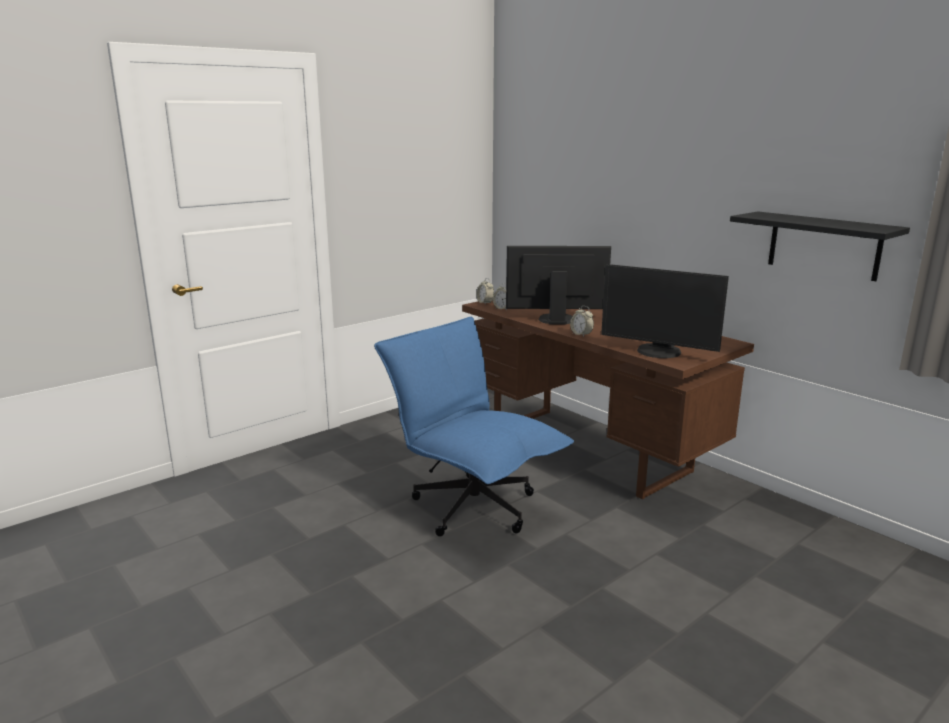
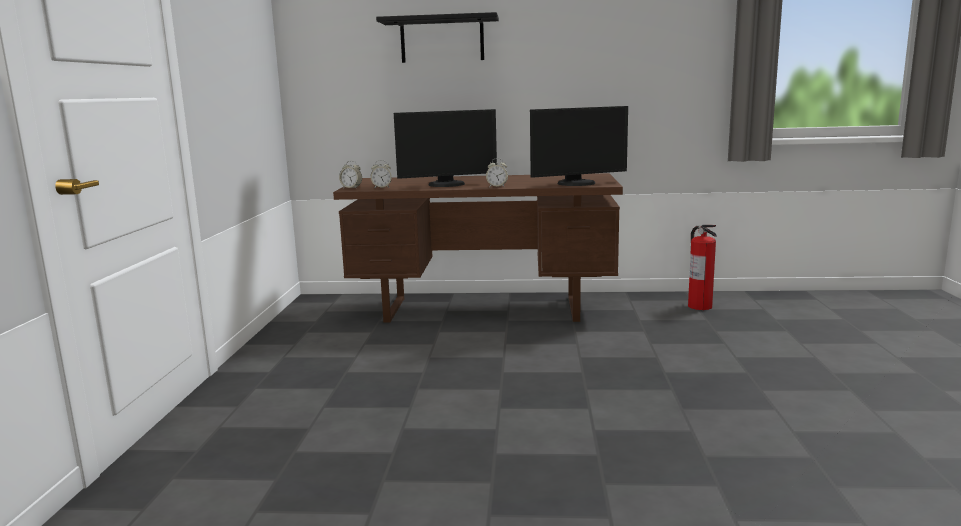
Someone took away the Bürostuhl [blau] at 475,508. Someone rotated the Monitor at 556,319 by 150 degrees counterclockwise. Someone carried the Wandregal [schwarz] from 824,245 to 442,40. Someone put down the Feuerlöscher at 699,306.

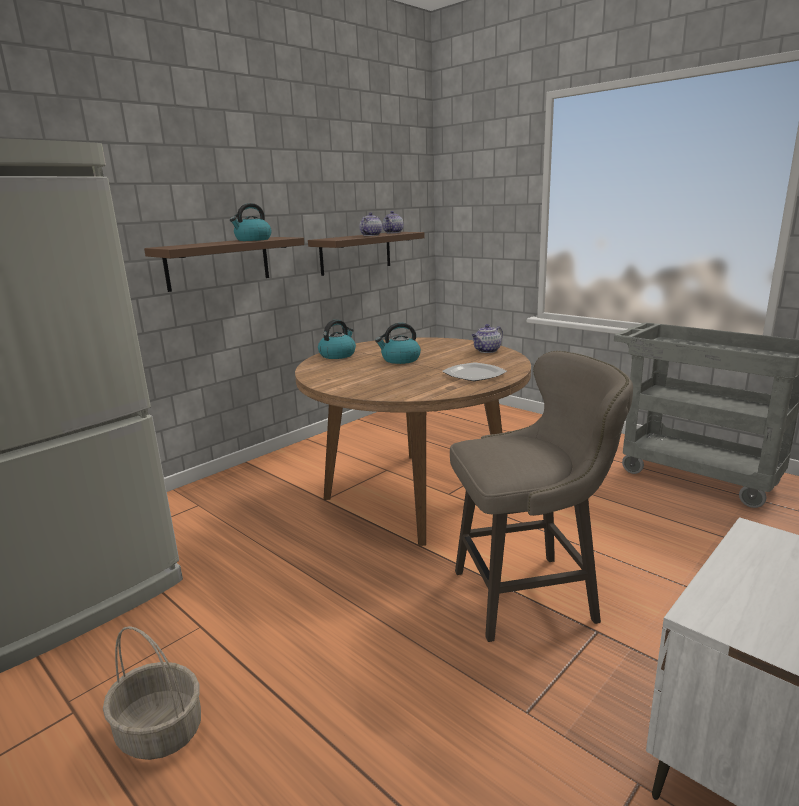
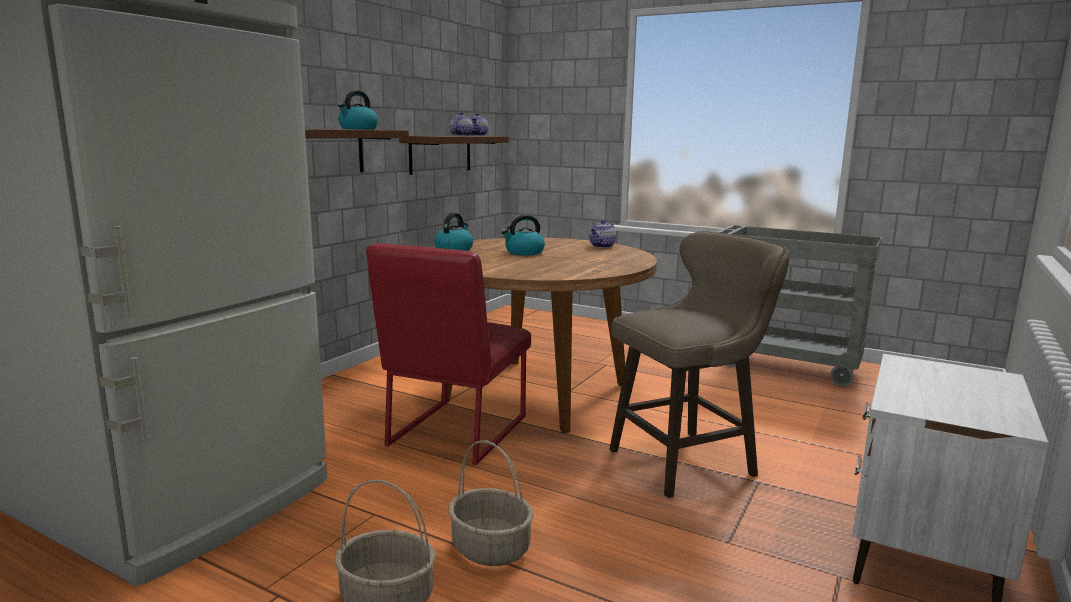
Someone took away the Teller at 474,374. Someone put down the Stuhl [rot] at 455,432. Someone put down the Korb at 489,548.

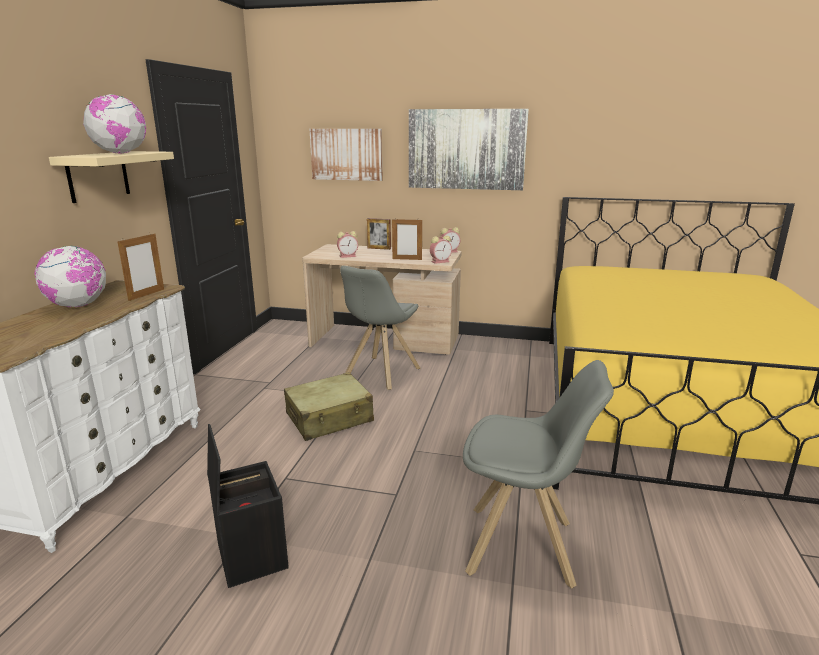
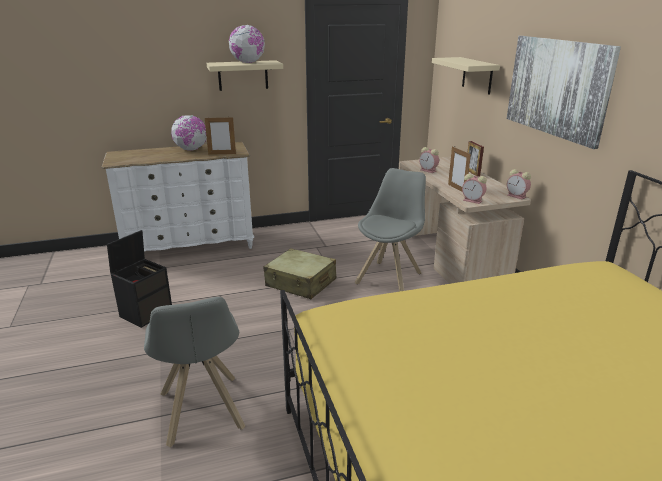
Someone swapped the Bild at 346,154 for the Wandregal [beige] at 477,75. Someone rotated the Stuhl [grau] at 381,373 by 120 degrees clockwise.

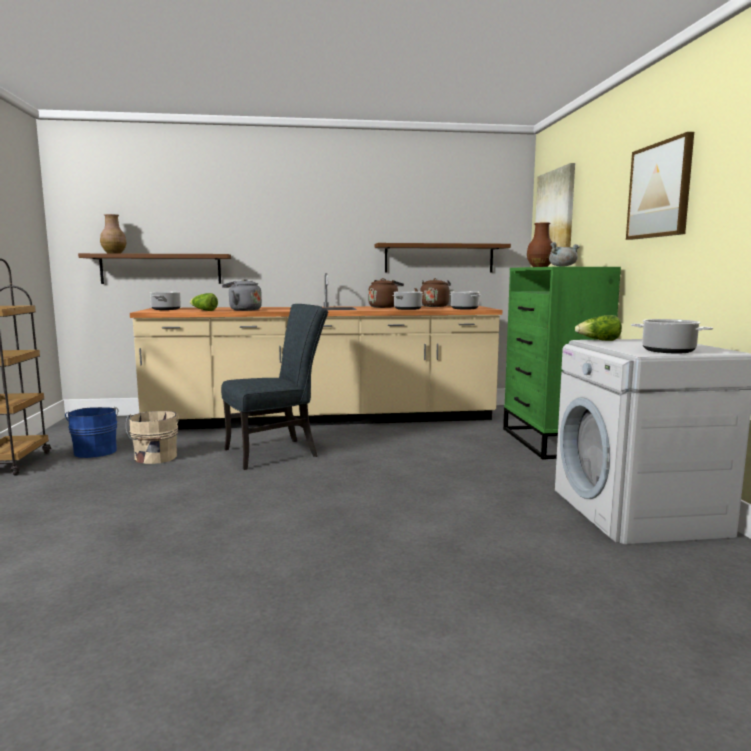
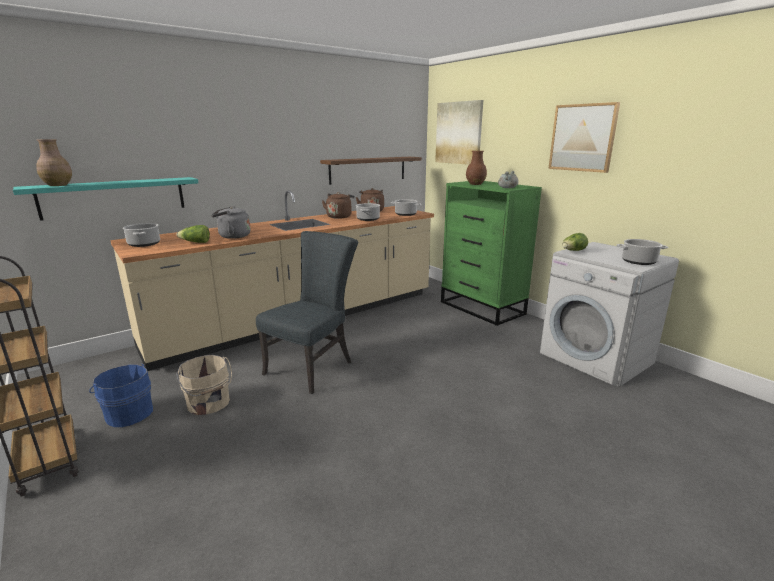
Someone repainted the Wandregal [braun] at 161,269, which became the Wandregal [türkis] at 114,197.

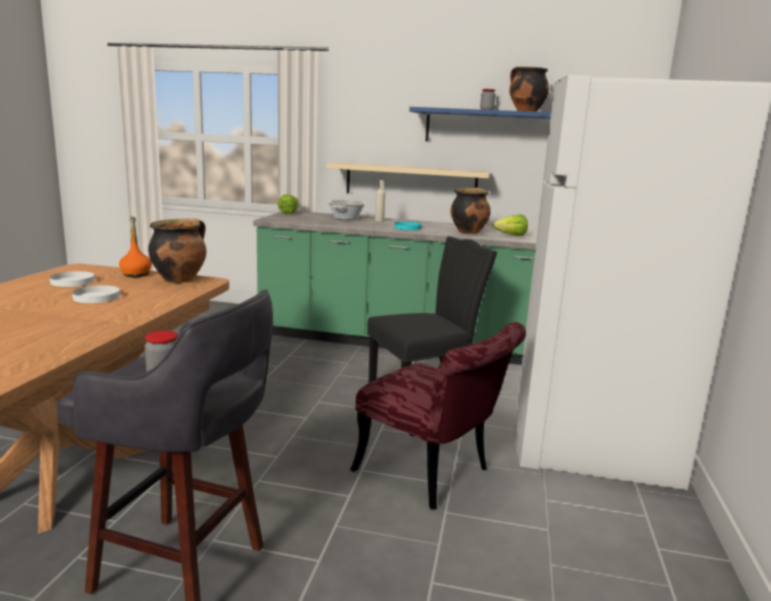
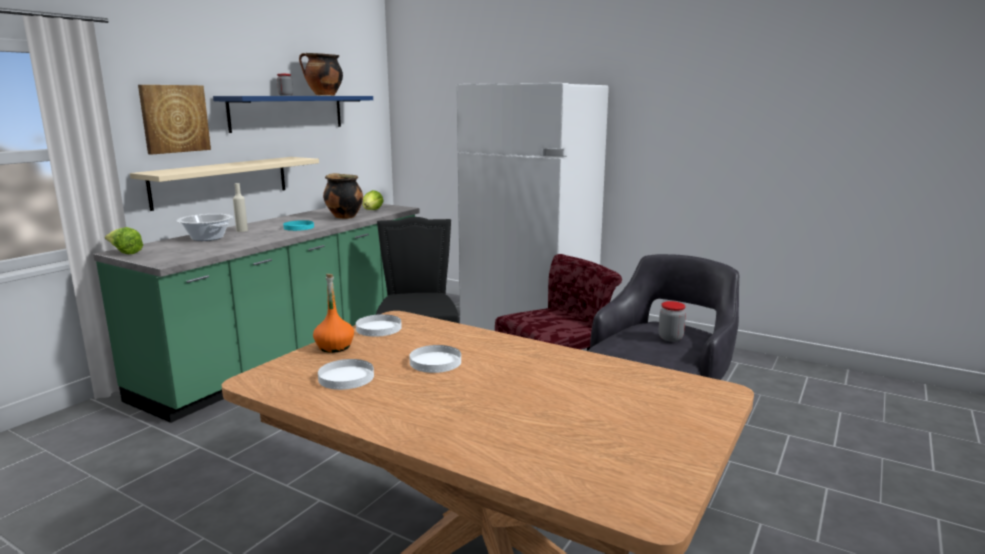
Someone swapped the Kochtopf at 179,279 for the Teller [weiß] at 378,328. Someone put up the Bild at 174,118.

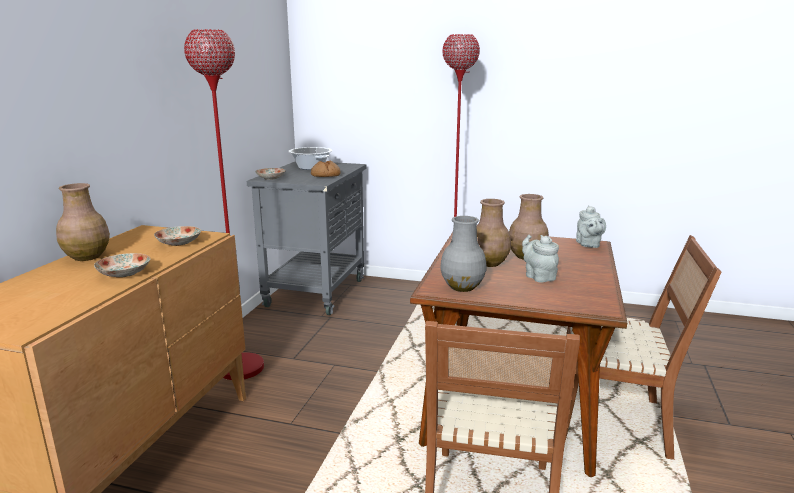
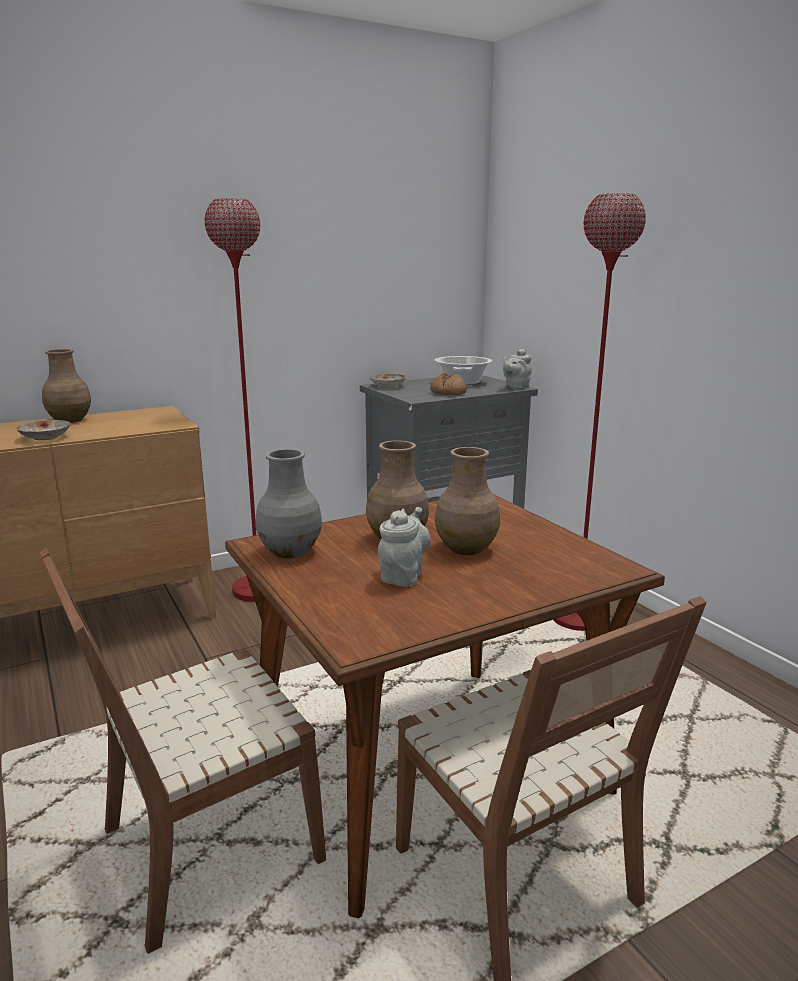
Someone took away the Teller at 178,243. Someone carried the Teekanne [grau] from 588,245 to 516,387.

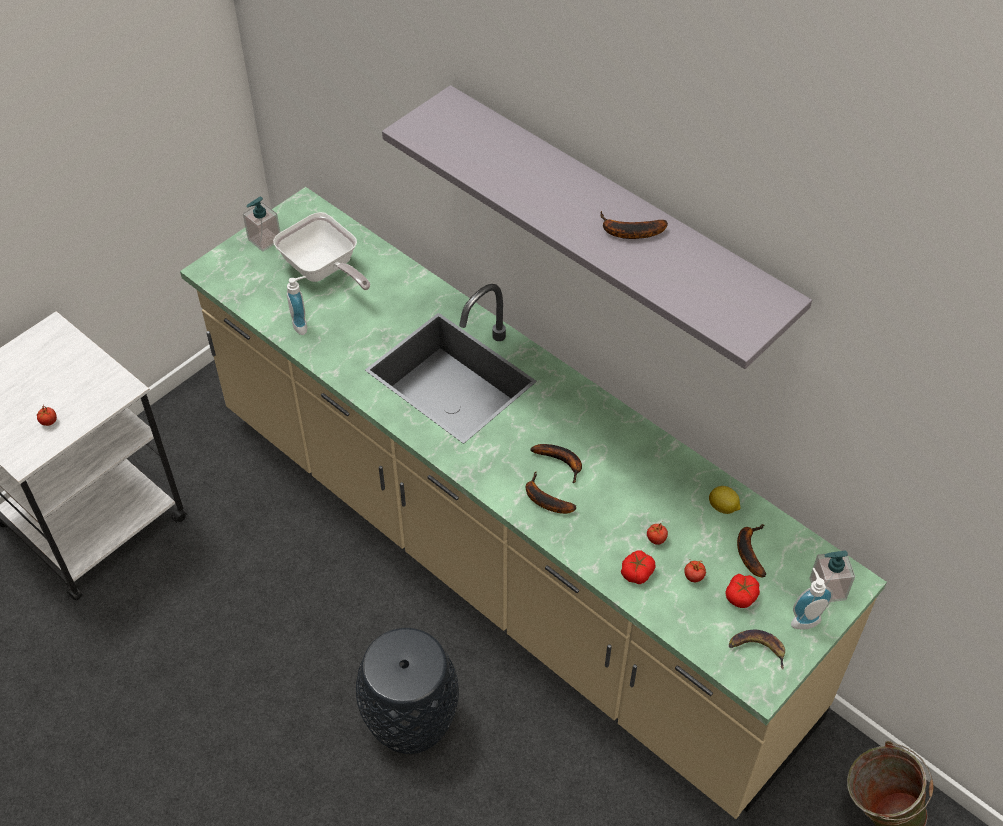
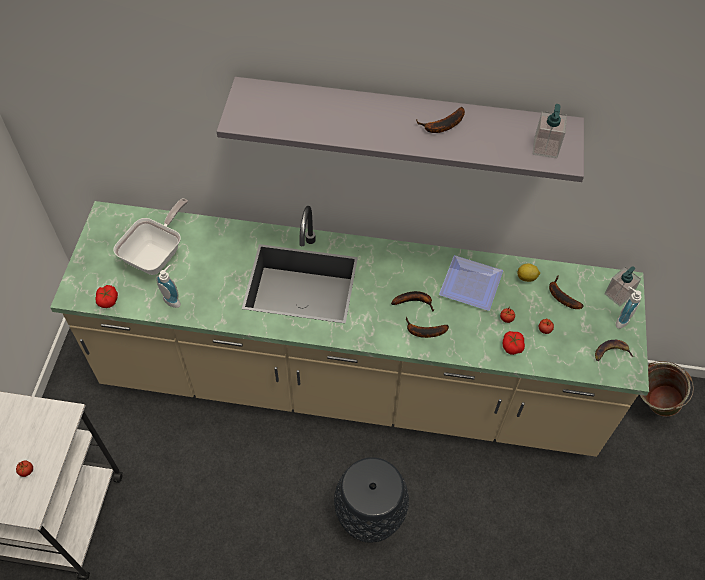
Someone carried the Seifenspender from 264,240 to 545,148. Someone rotated the Pfanne at 323,271 by 75 degrees counterclockwise. Someone carried the Tomate from 741,596 to 108,300. Someone put down the Teller at 468,285.

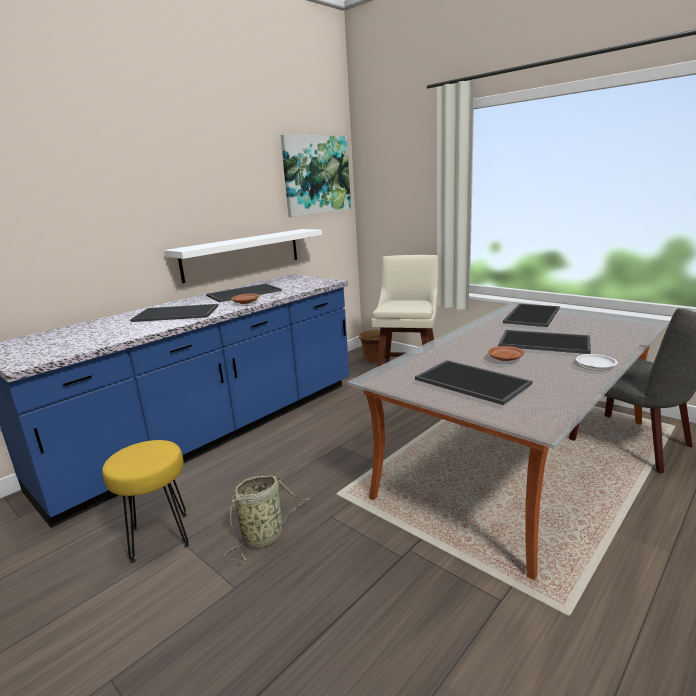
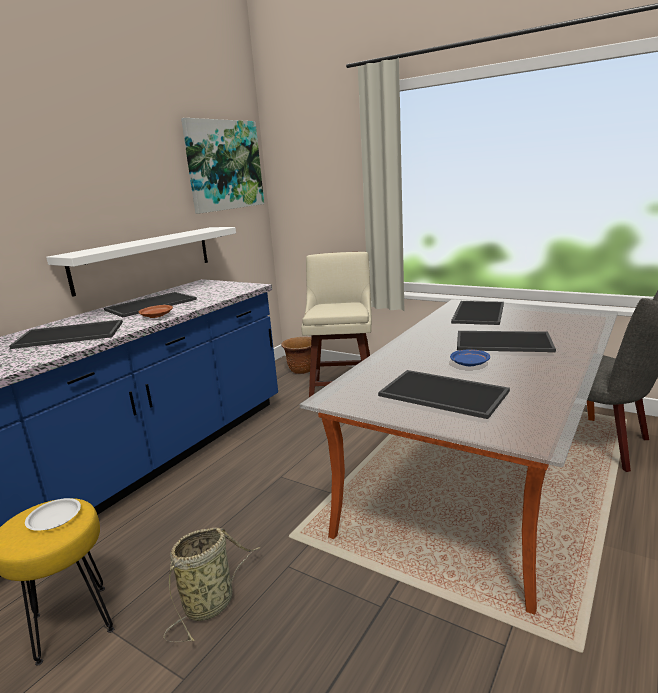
Someone repainted the Teller [braun] at 505,358, which became the Teller [blau] at 469,363. Someone carried the Teller [weiß] from 596,363 to 55,517.

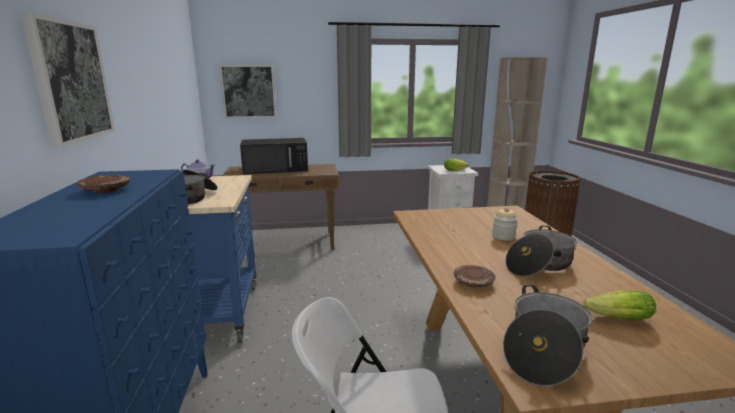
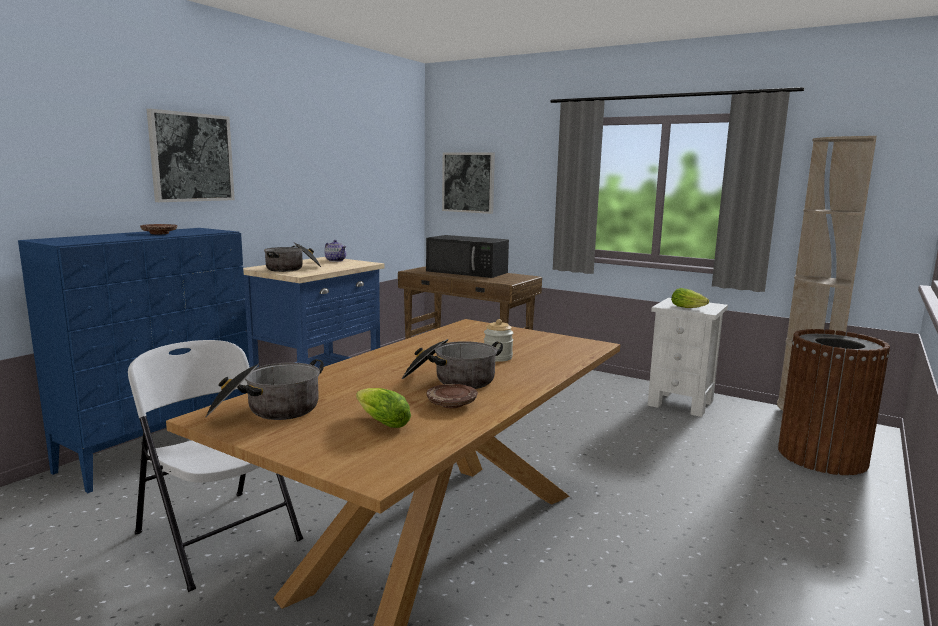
Someone carried the Teller [braun] from 473,283 to 452,404.

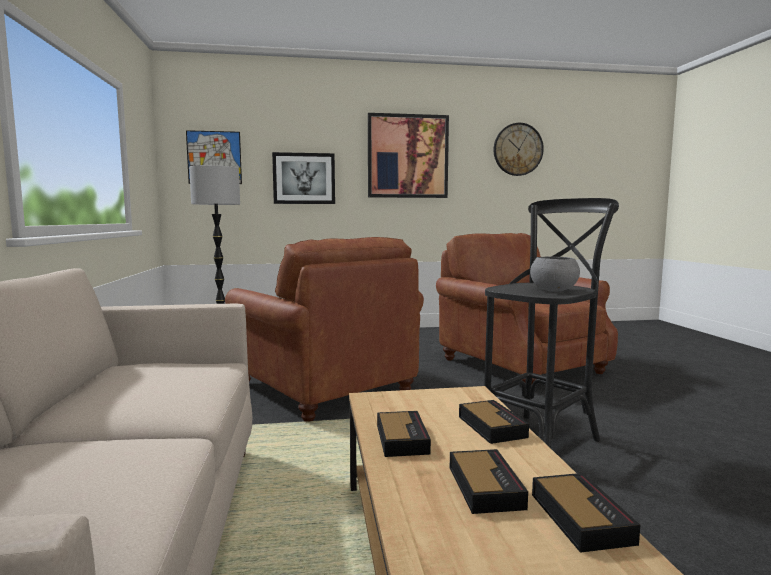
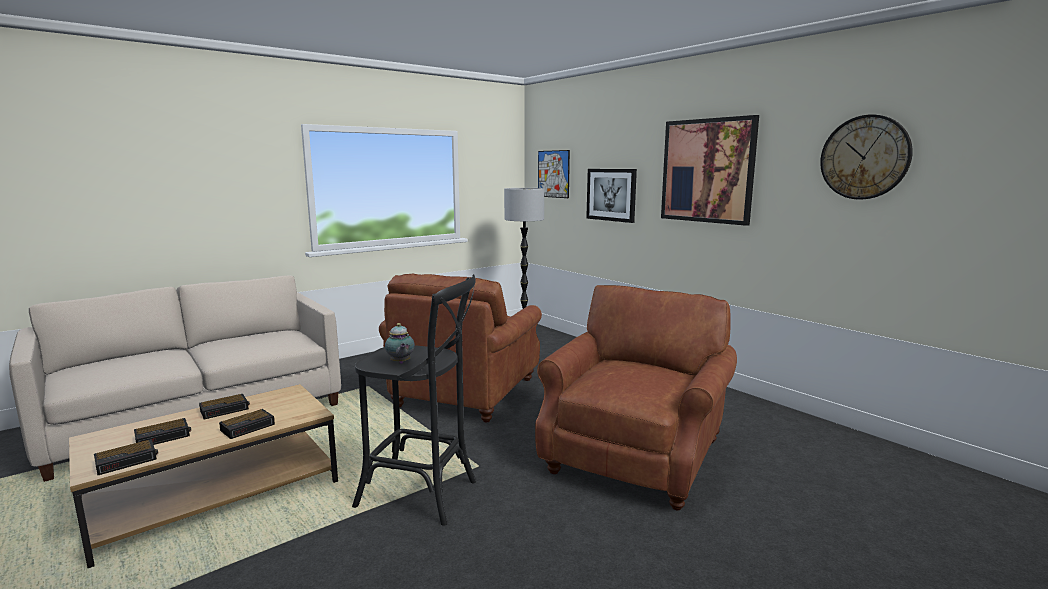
Someone swapped the Schüssel [grau] at 553,290 for the Teekanne at 400,363.

